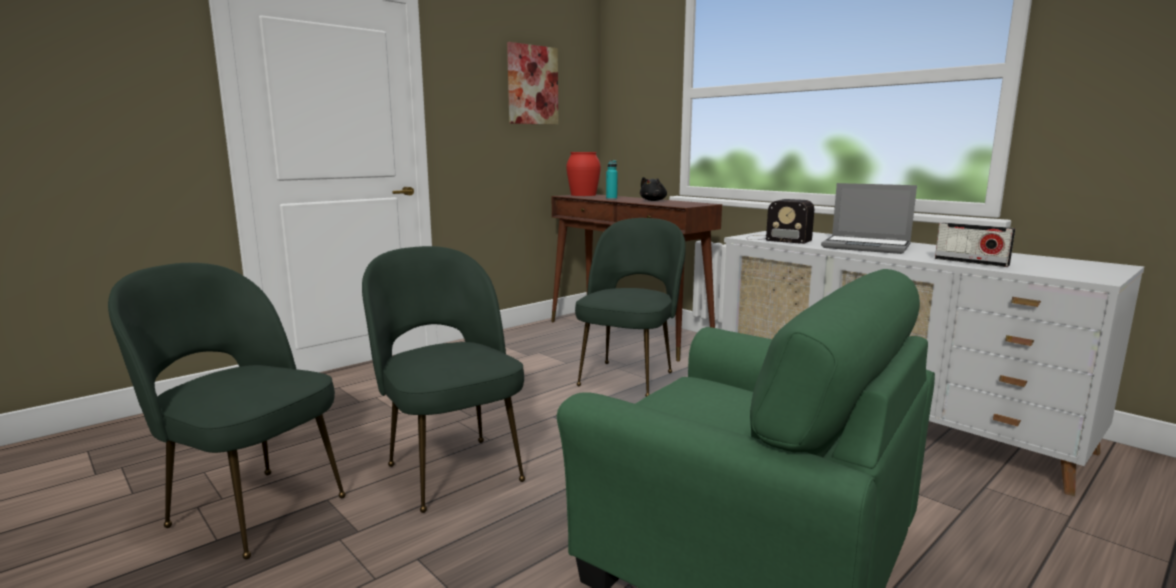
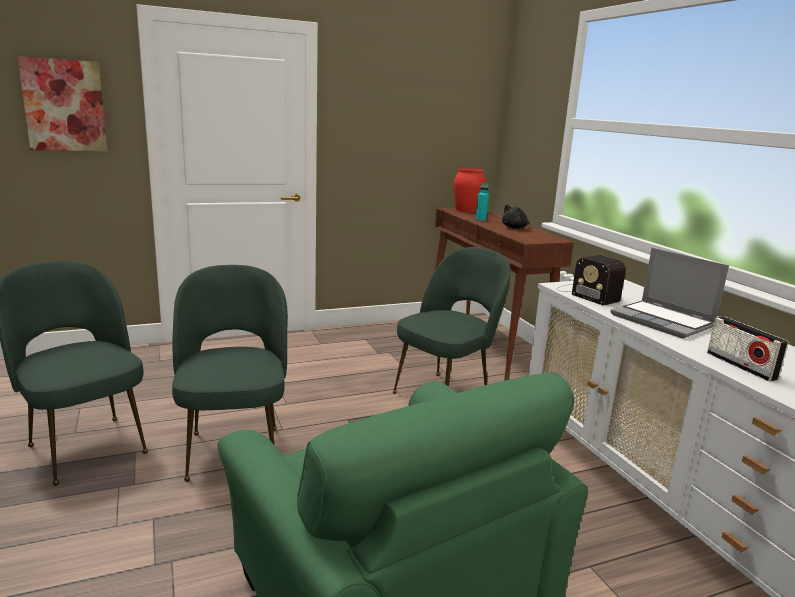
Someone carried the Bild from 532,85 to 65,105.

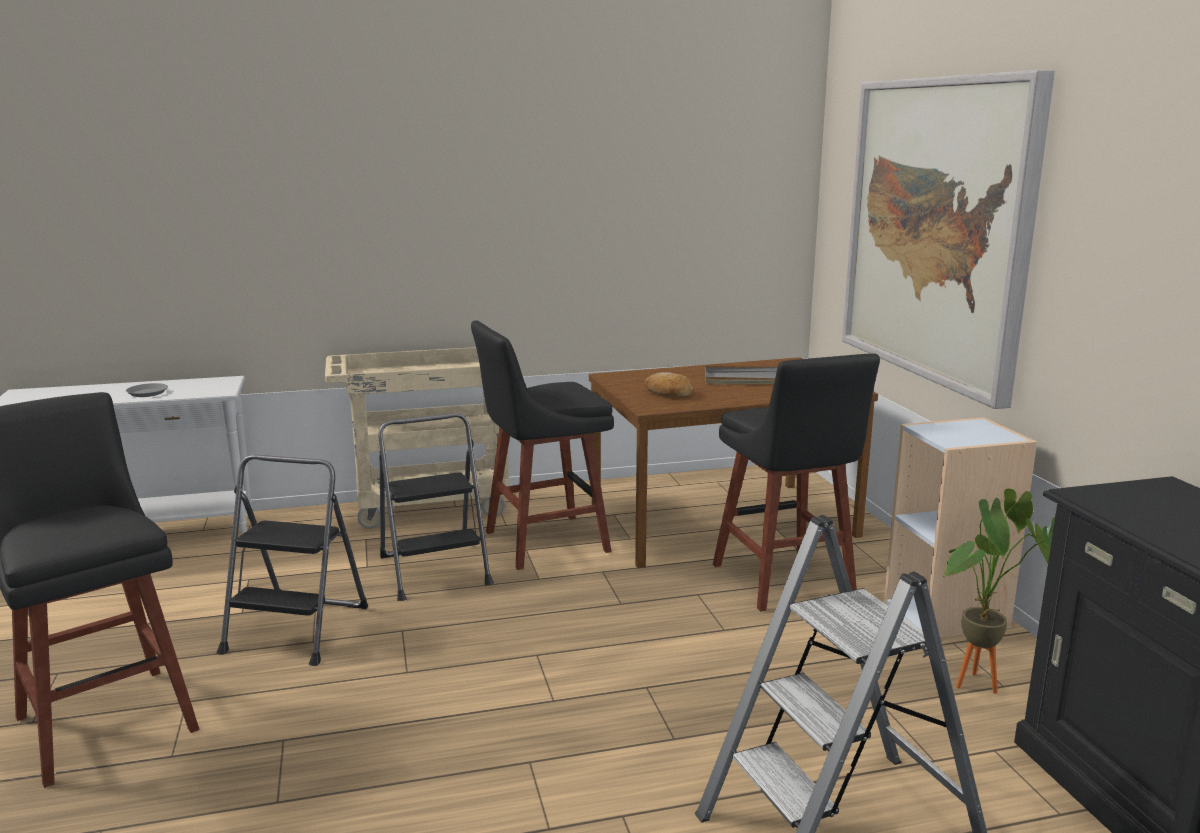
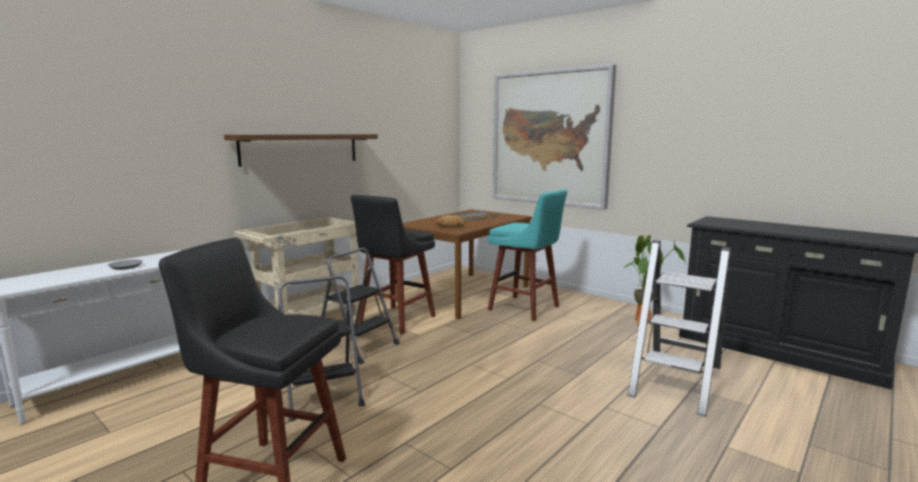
Someone repainted the Hocker [schwarz] at 783,581, which became the Hocker [türkis] at 525,308. Someone took away the Bücherregal at 947,614. Someone put up the Wandregal [braun] at 301,149.

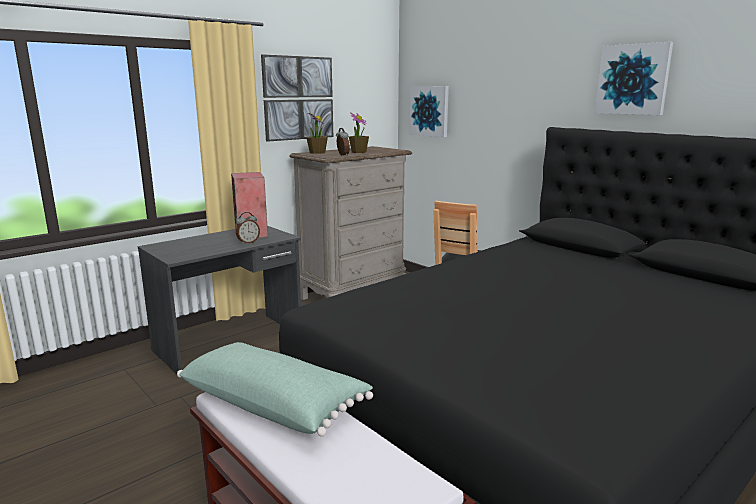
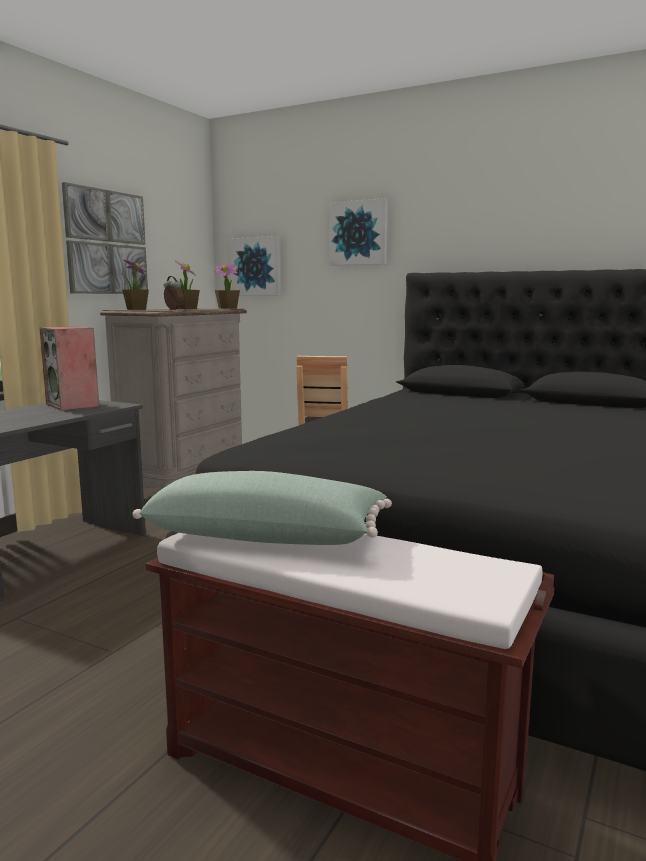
Someone took away the Wecker at 248,242. Someone carried the Bild from 633,79 to 358,233. Someone put down the Topfpflanze at 228,308.

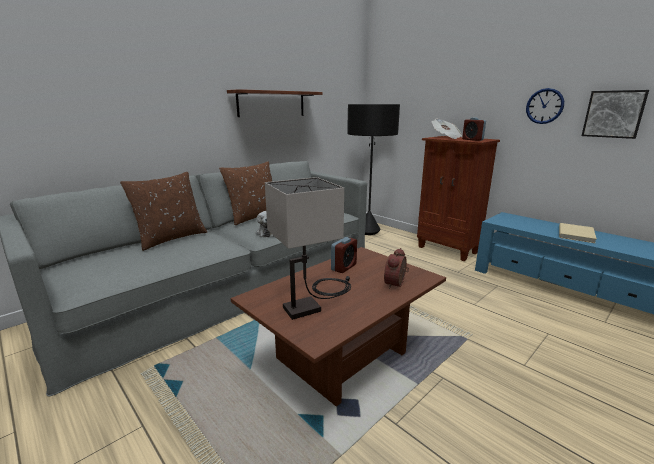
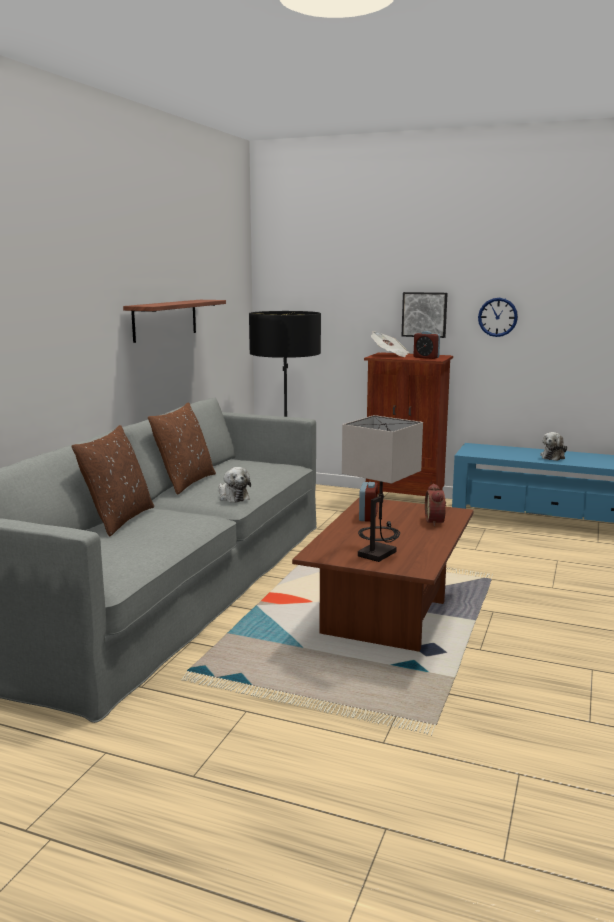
Someone swapped the Buch [beige] at 577,234 for the Plüschtier at 553,457. Someone carried the Bild from 613,114 to 424,314.

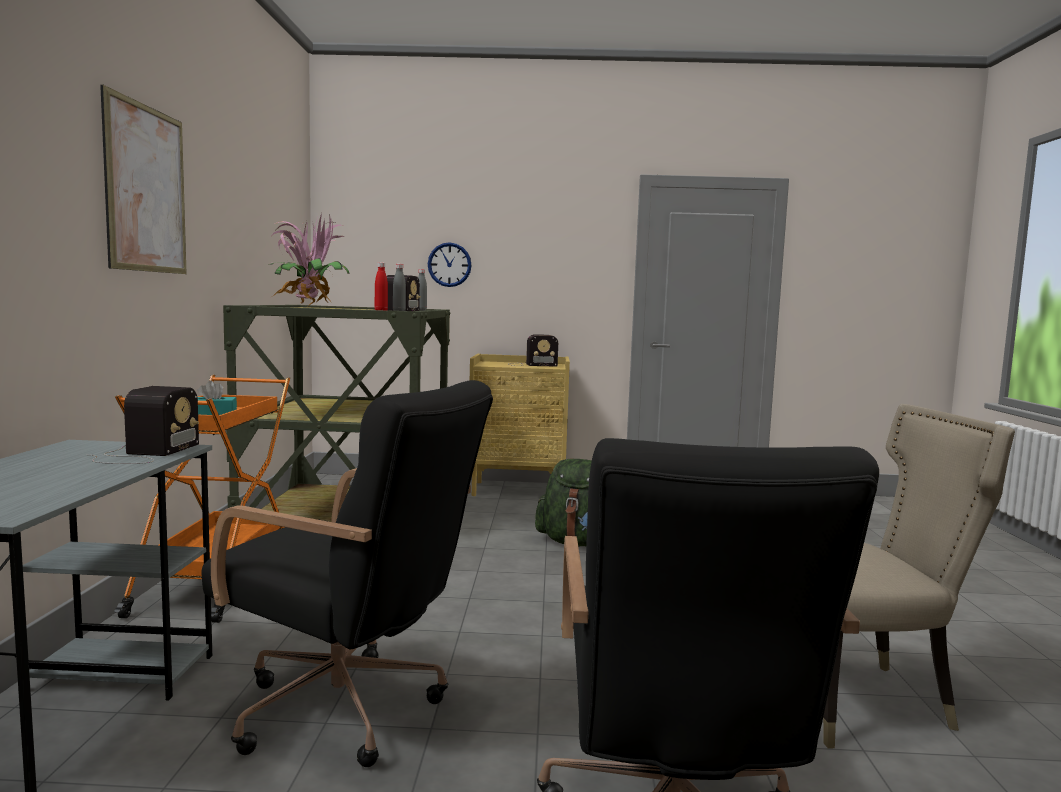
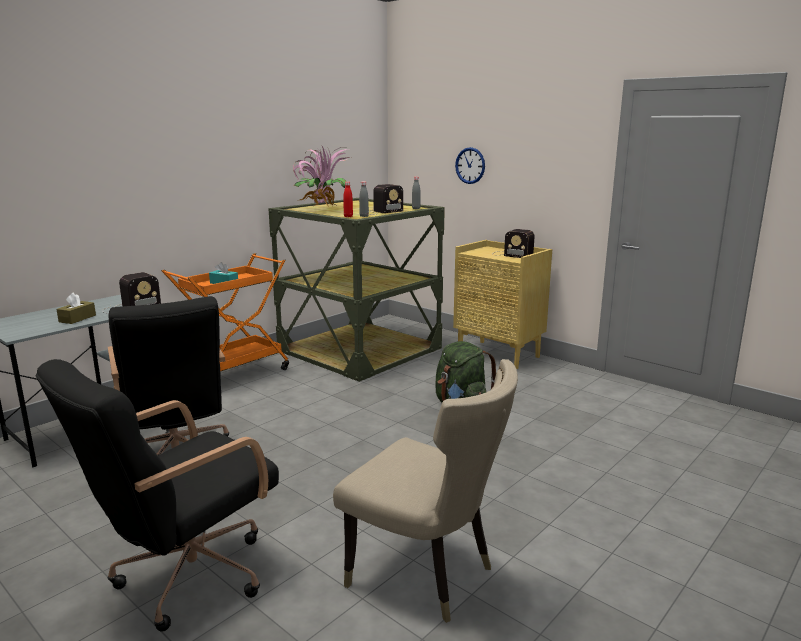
Someone took away the Bild at 146,189. Someone put down the Taschentuchbox [braun] at 77,318.

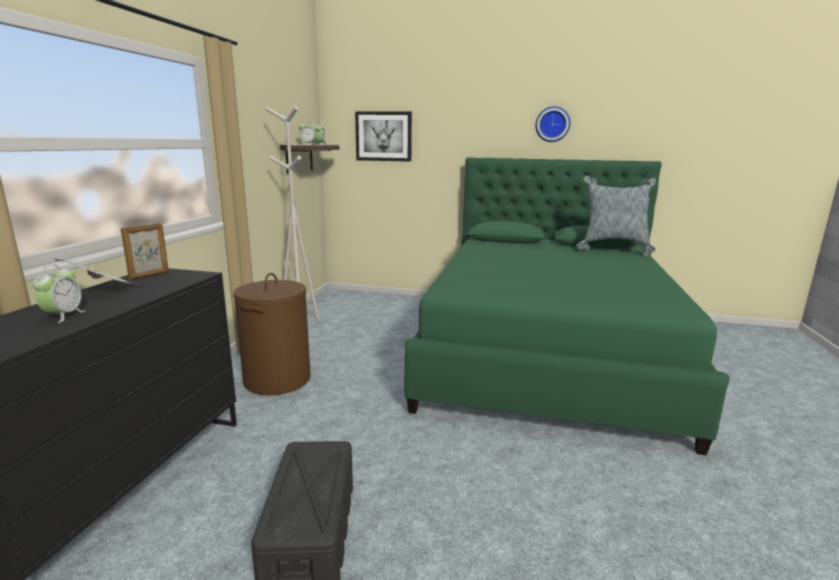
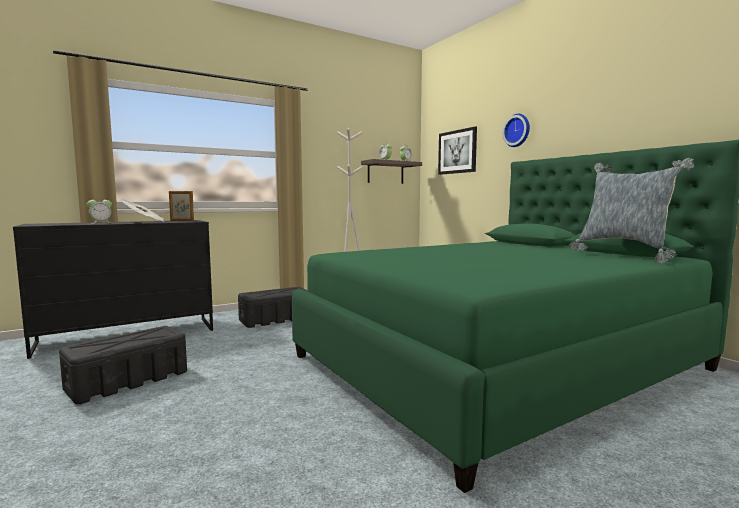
Someone swapped the Wäschekorb [braun] at 277,380 for the Aufbewahrungsbox [schwarz] at 275,319. Someone carried the Wanduhr from 552,124 to 517,130.

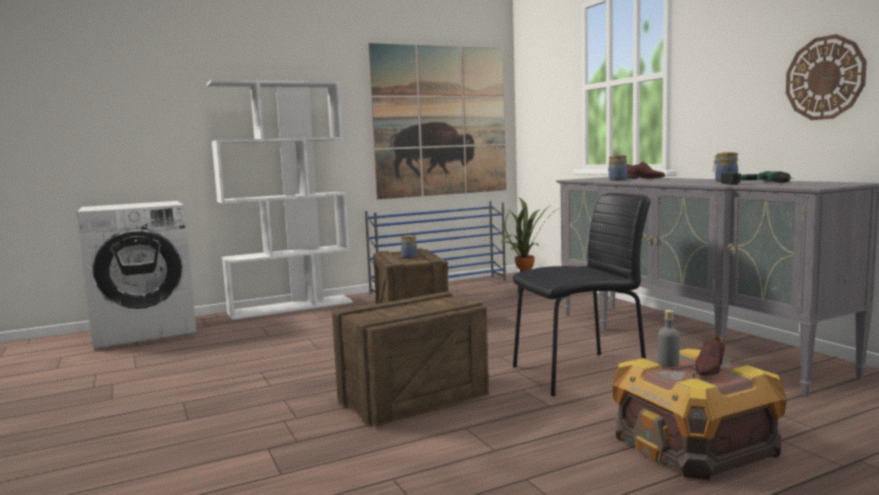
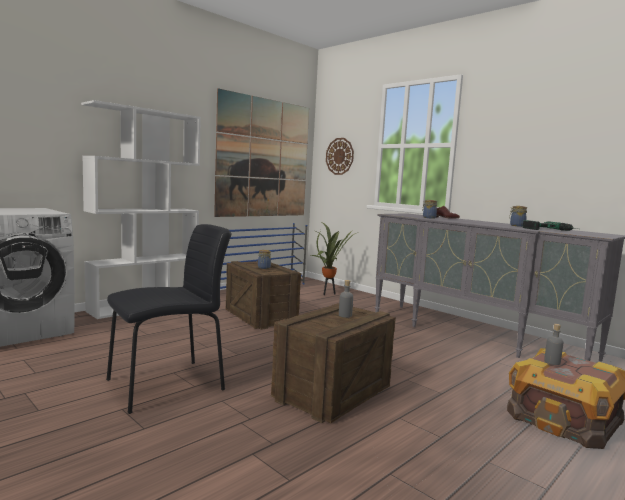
Someone carried the Stuhl [schwarz] from 582,372 to 170,384. Someone took away the Schuh [braun] at 709,368. Someone carried the Wanduhr from 825,78 to 339,156. Someone put down the Flasche [grau] at 345,315.

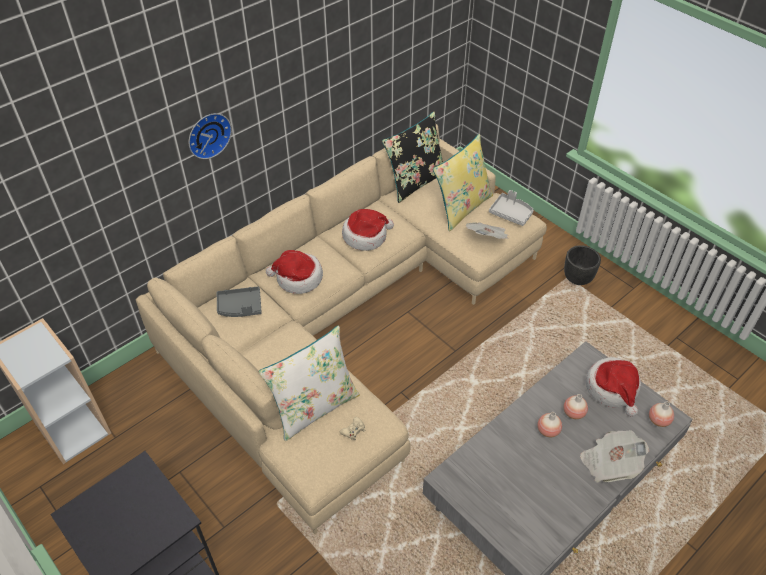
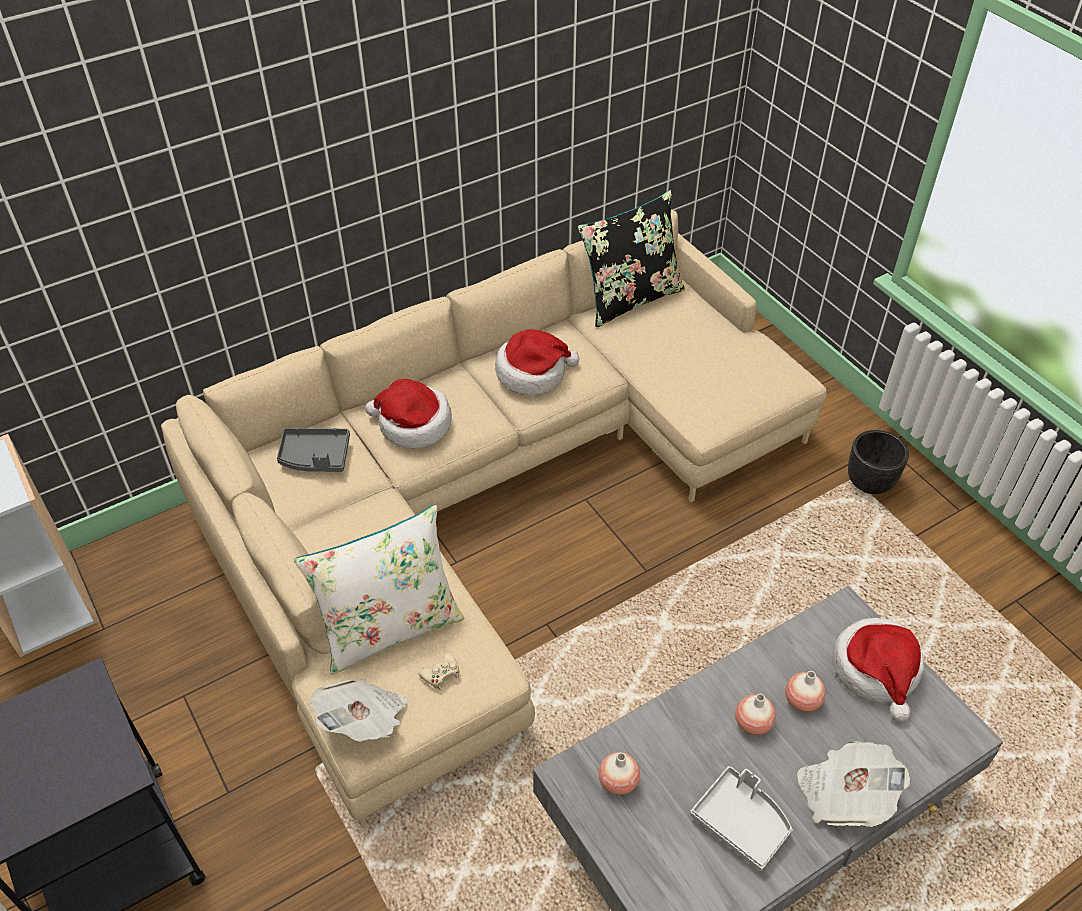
Someone took away the Wanduhr at 208,134. Someone took away the Kissen [gelb] at 461,207. Someone carried the Zeitung from 487,238 to 364,720. Someone carried the Tablett [grau] from 511,213 to 741,822. Someone carried the Vase from 658,420 to 618,781.

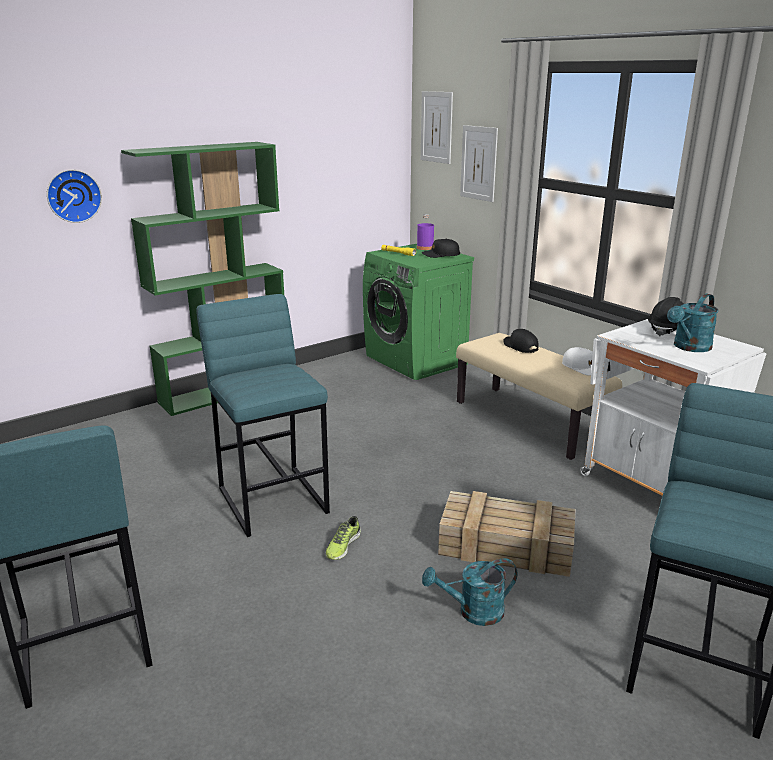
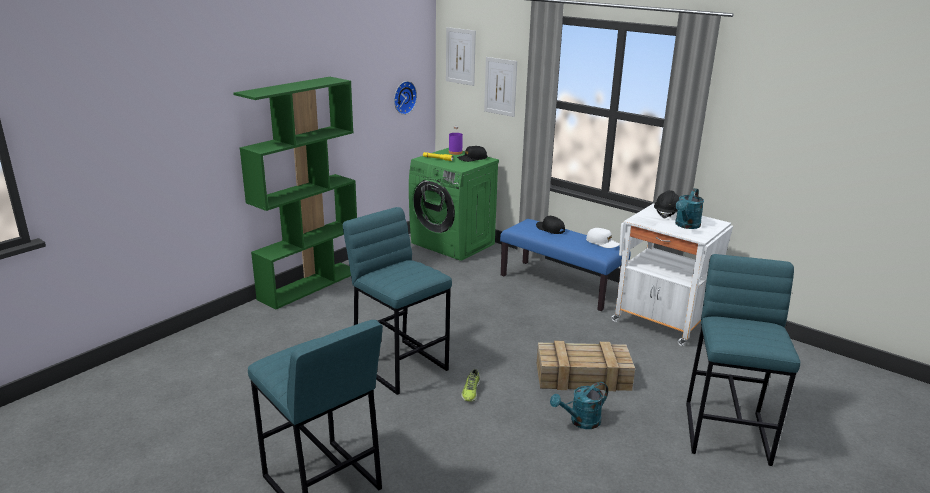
Someone carried the Wanduhr from 73,195 to 403,97. Someone repainted the Bank [beige] at 530,421, which became the Bank [blau] at 561,285.

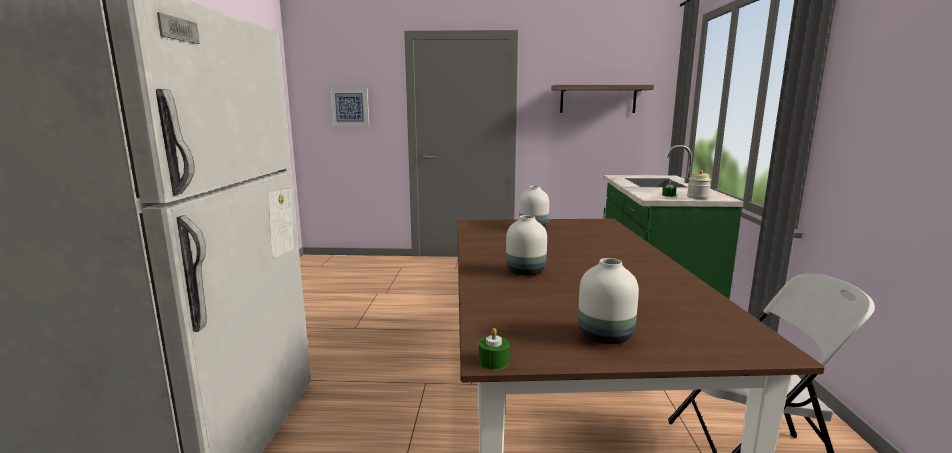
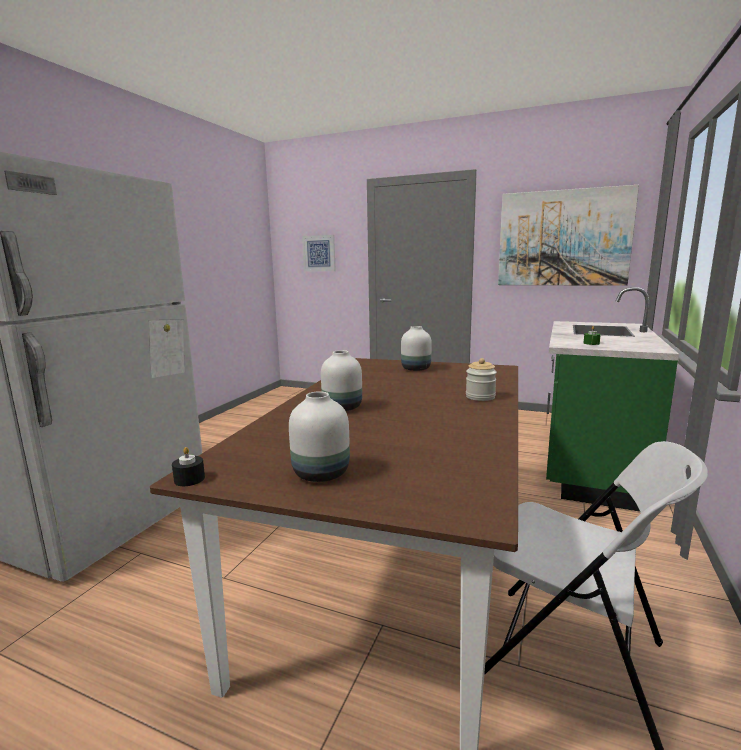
Someone repainted the Kerze [grün] at 493,361, which became the Kerze [schwarz] at 189,479. Someone swapped the Wandregal at 598,99 for the Bild at 563,238. Someone carried the Vorratsglas from 697,197 to 480,397.

